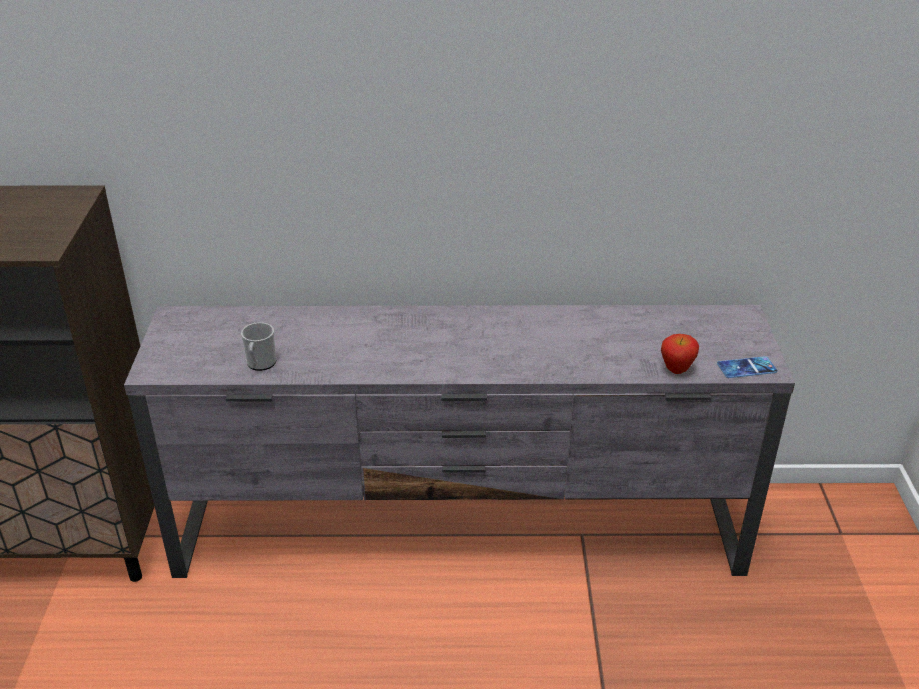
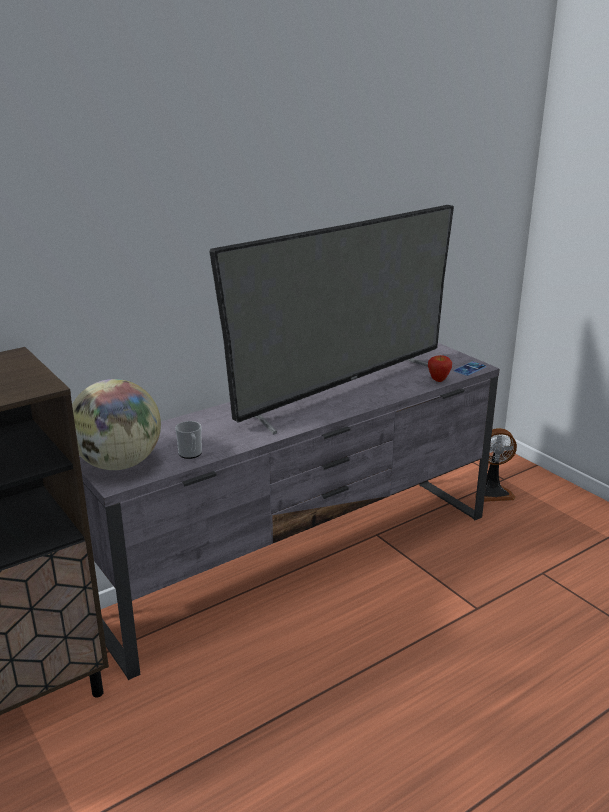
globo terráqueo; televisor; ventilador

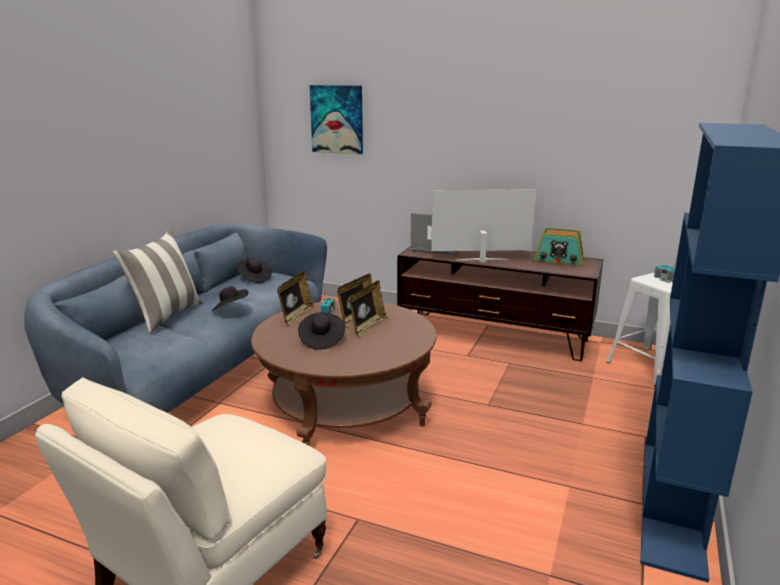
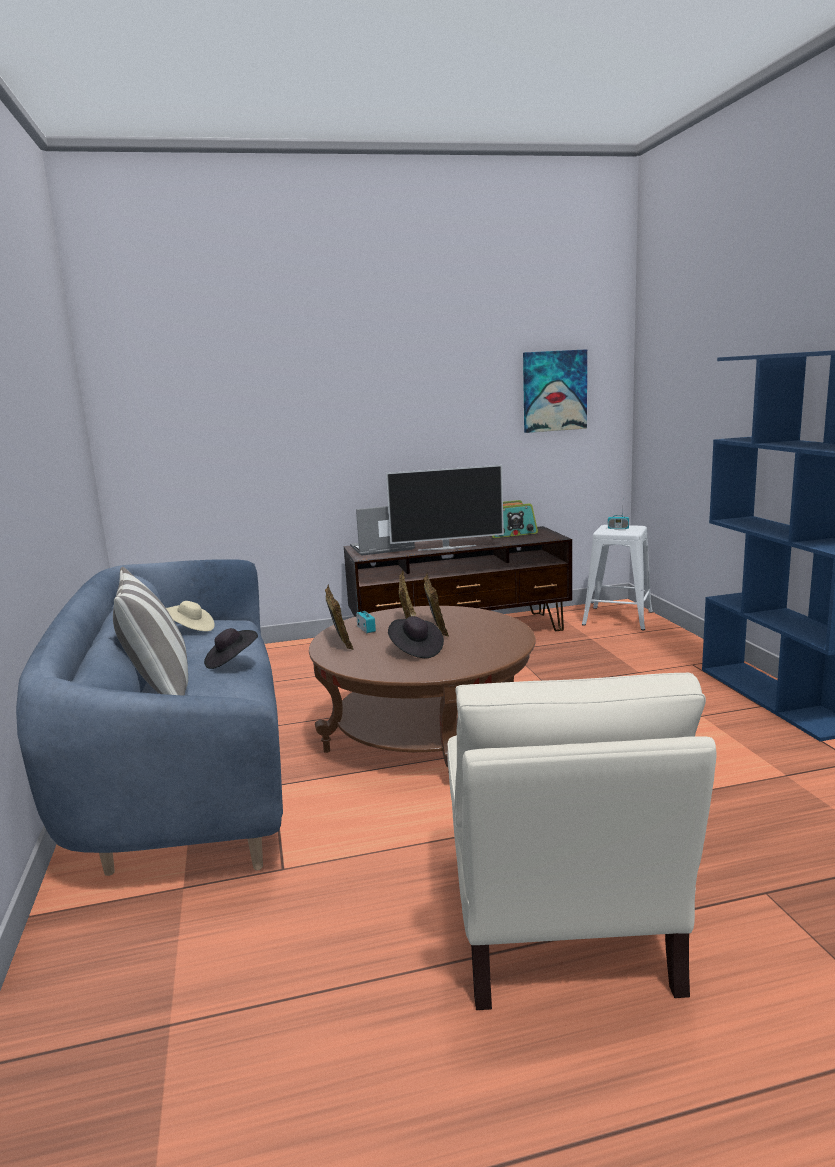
sombrero [beis]; cuadro; televisor

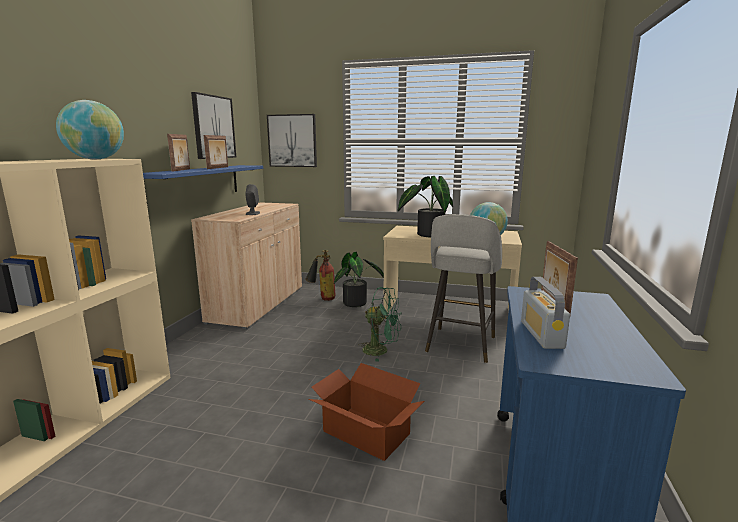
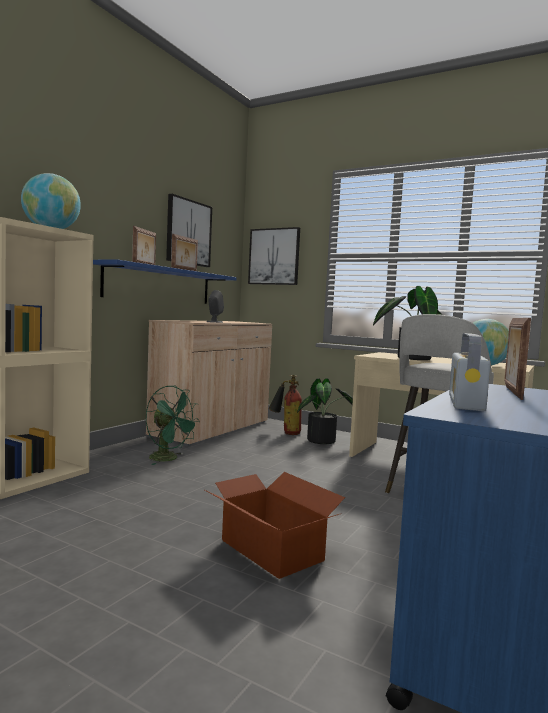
ventilador [verde]

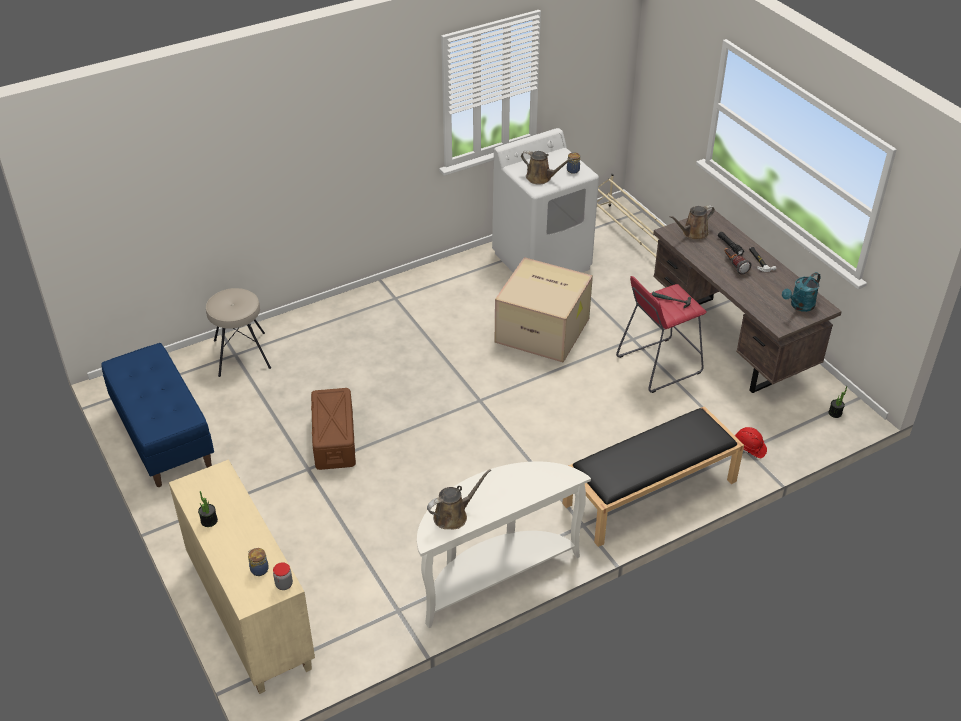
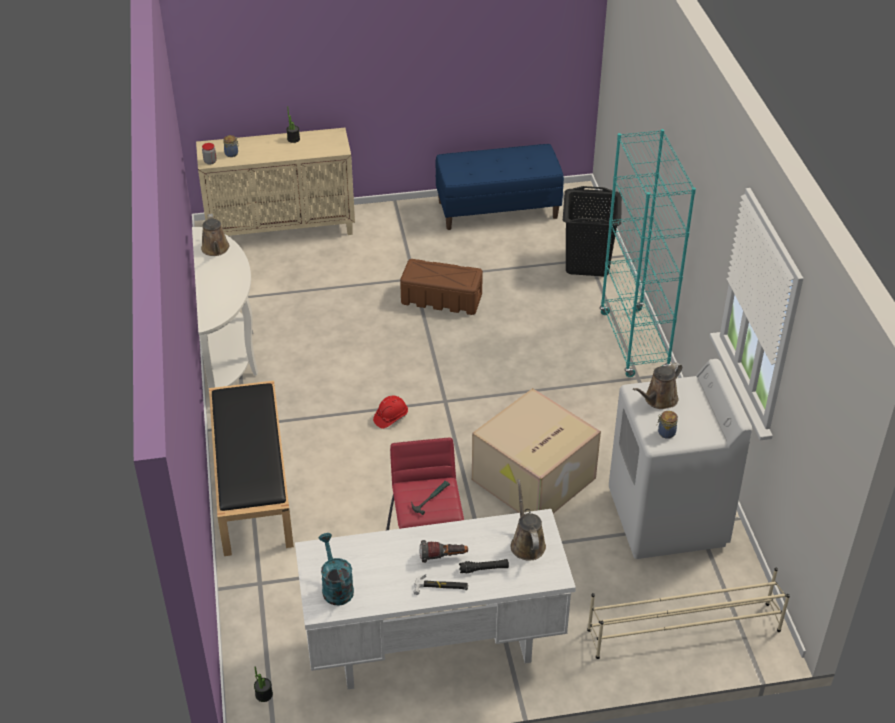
cesto de la ropa [negro]; escritorio [blanco]; casco [rojo]; estantería [turquesa]

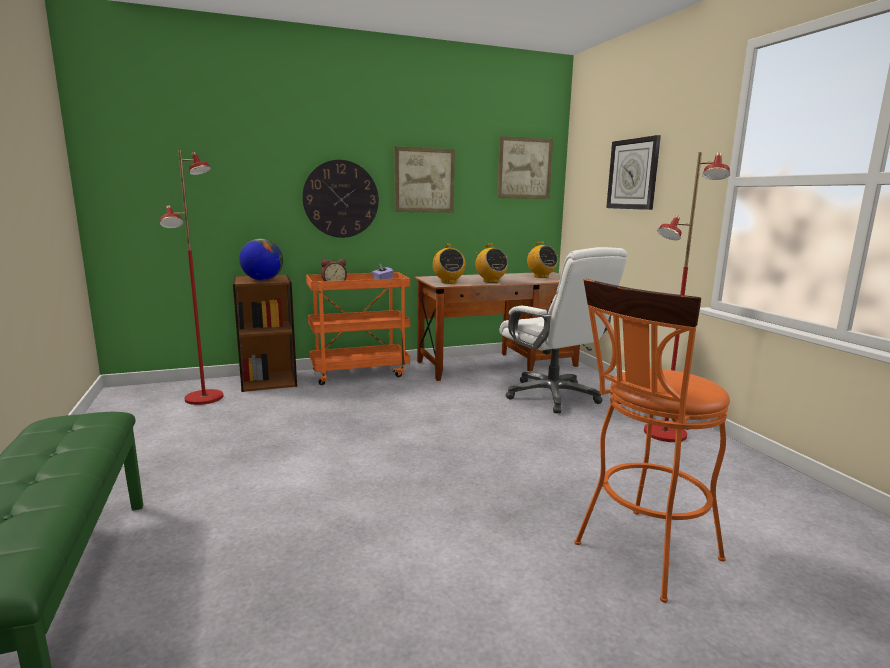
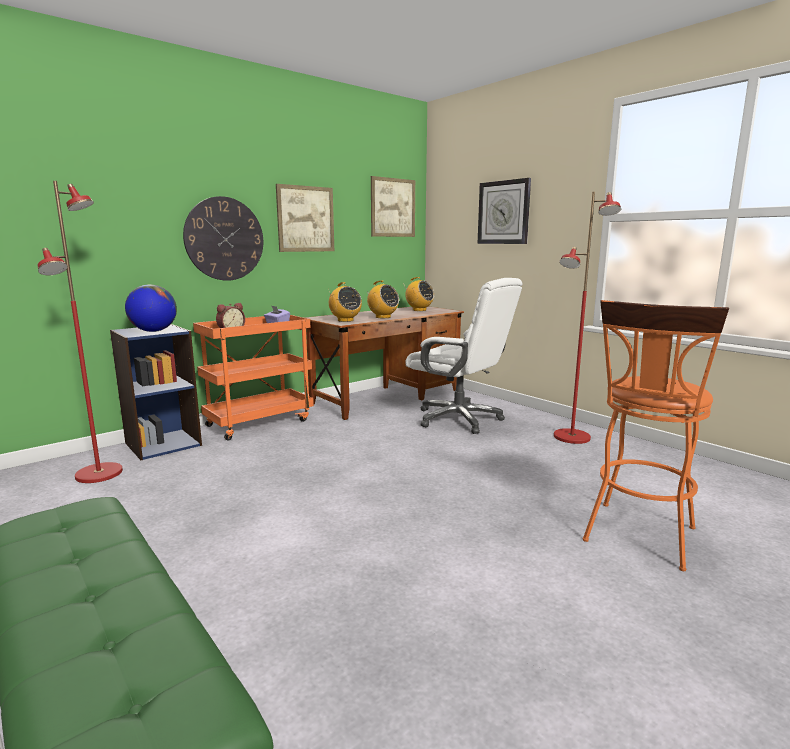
estantería [azul]

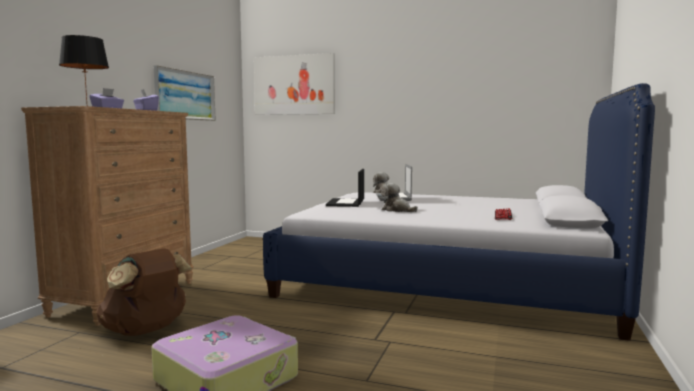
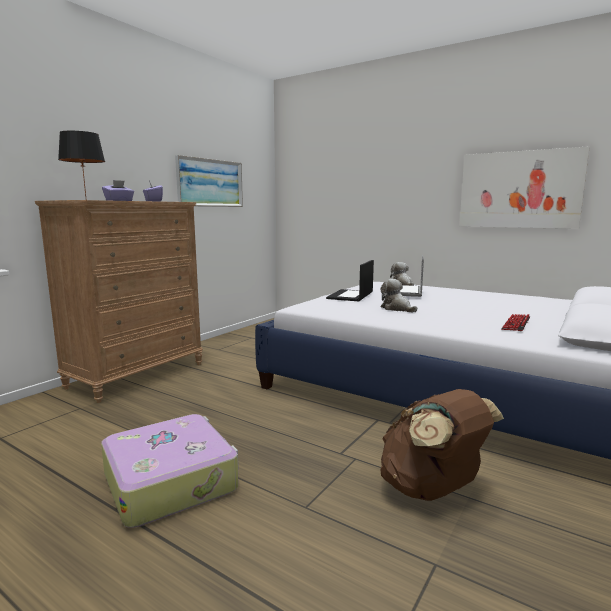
mochila [marrón]; cuadro (2nd from left)

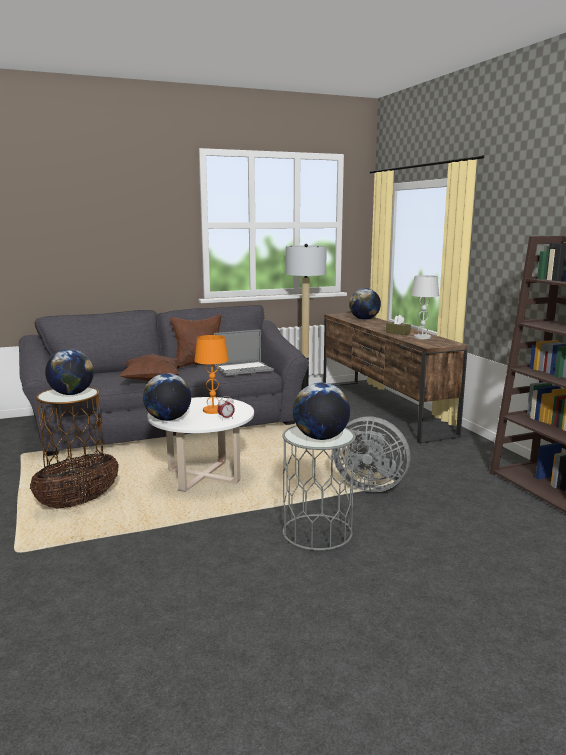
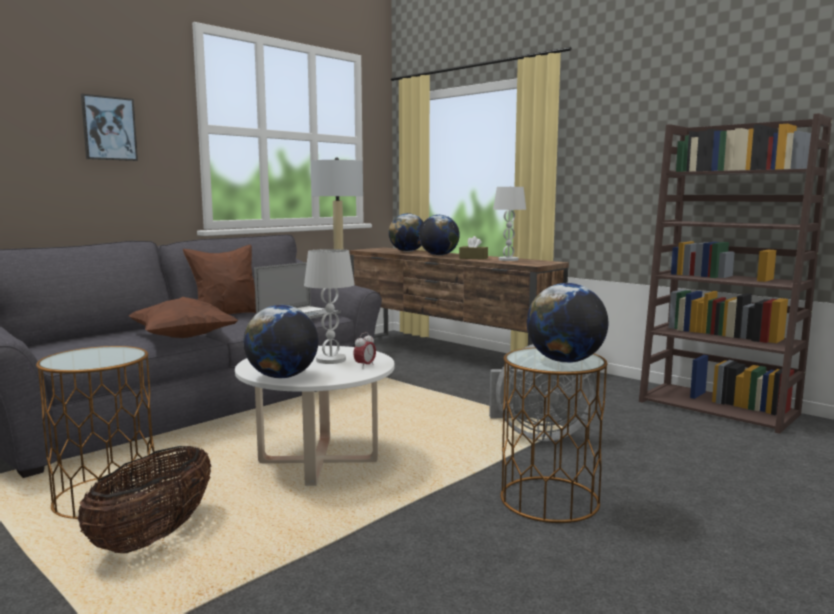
globo terráqueo (3rd from left); lámpara de mesa [blanco] (1st from left); mesa auxiliar [marrón] (2nd from left); cuadro

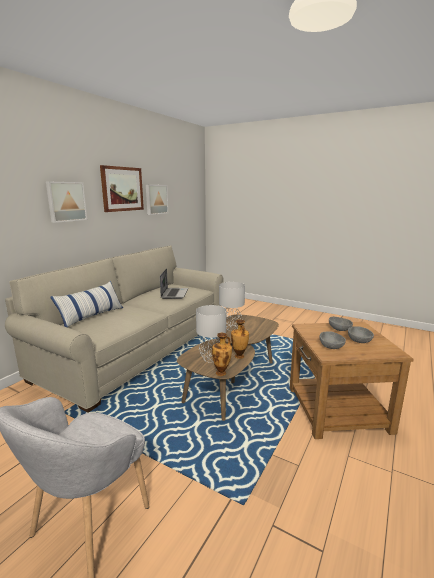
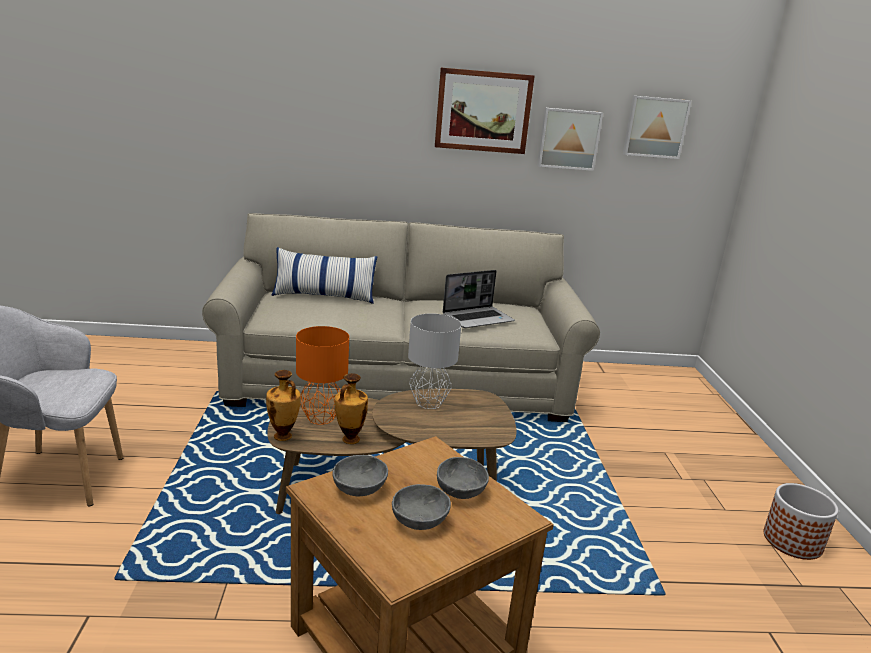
cuadro (3rd from left); lámpara de mesa [naranja]; maceta

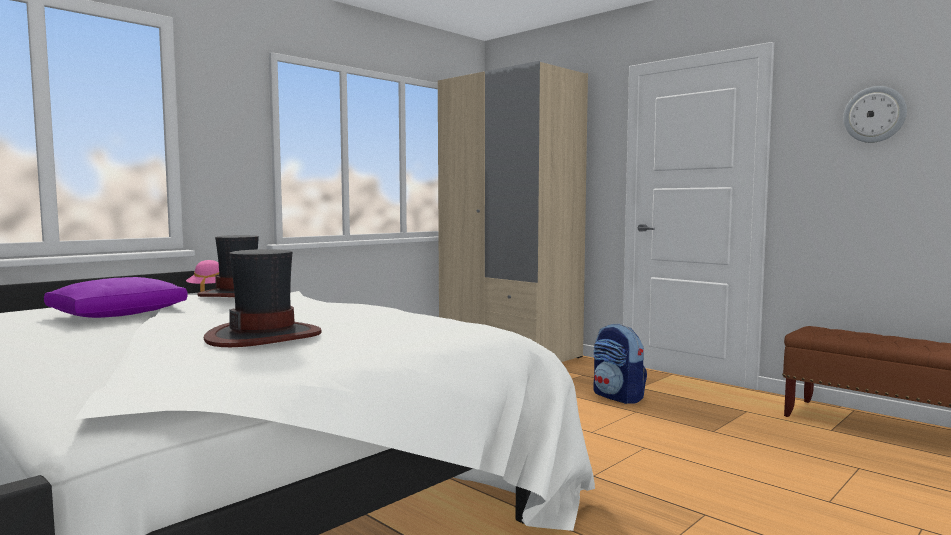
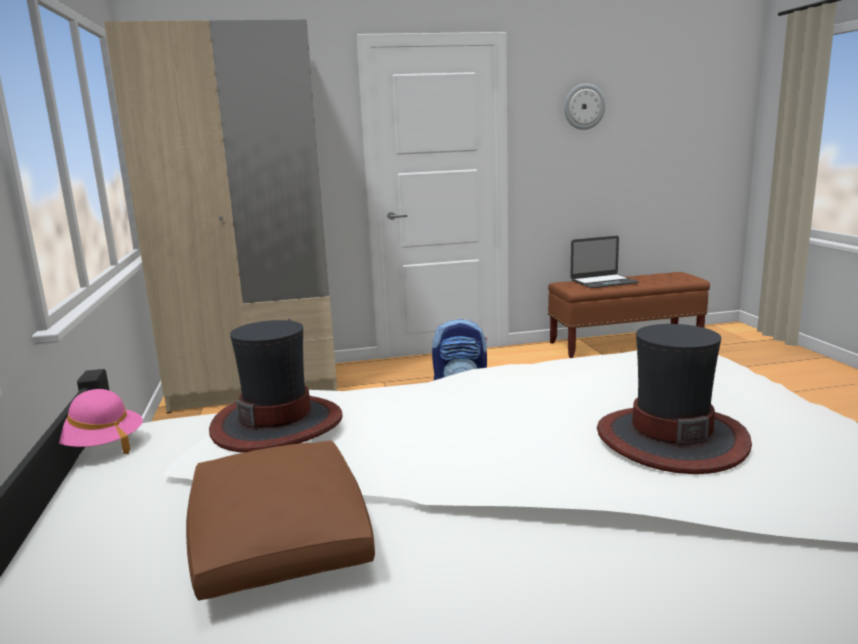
cojín [marrón]; portátil

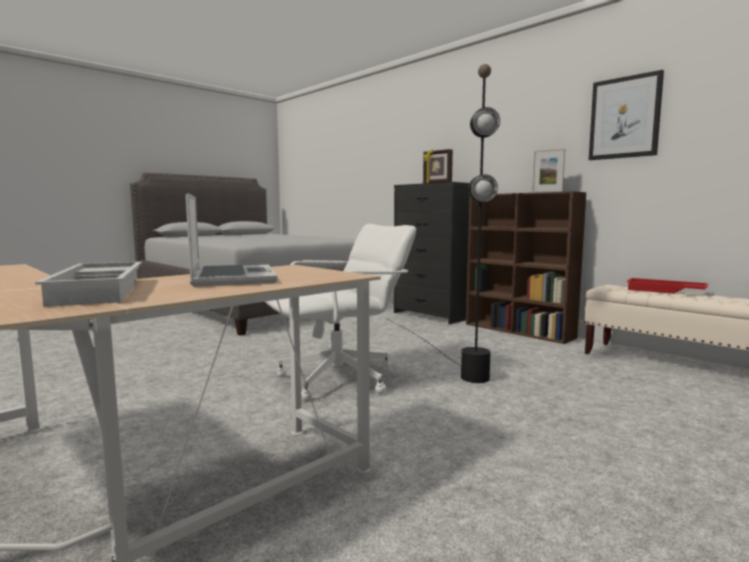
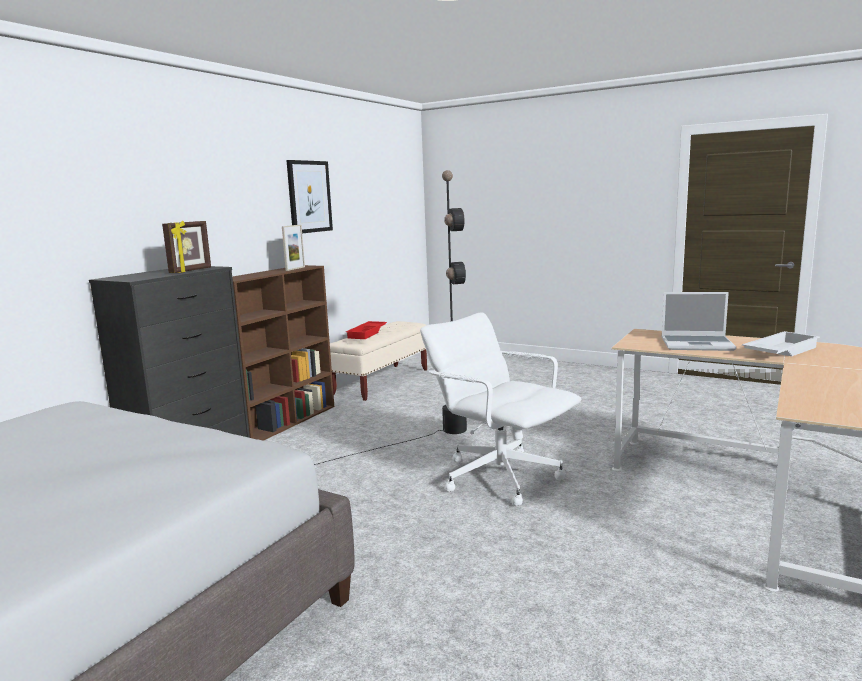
portátil

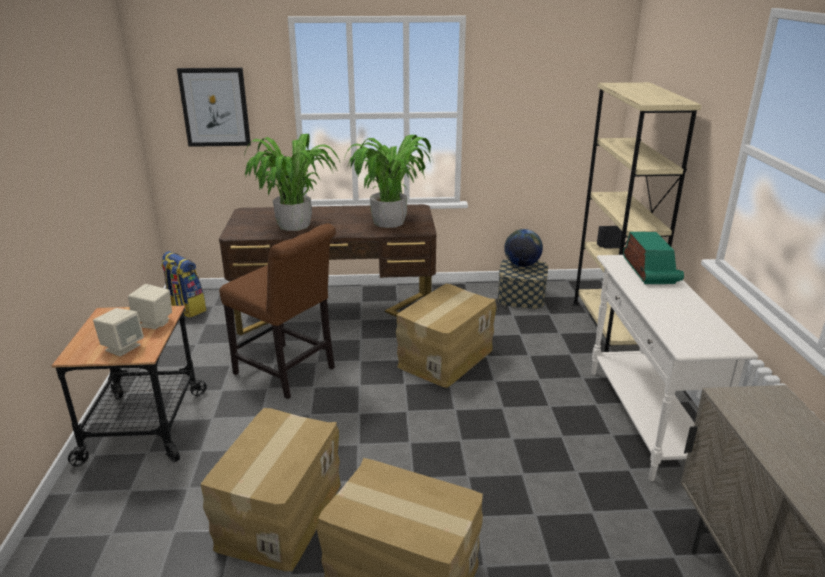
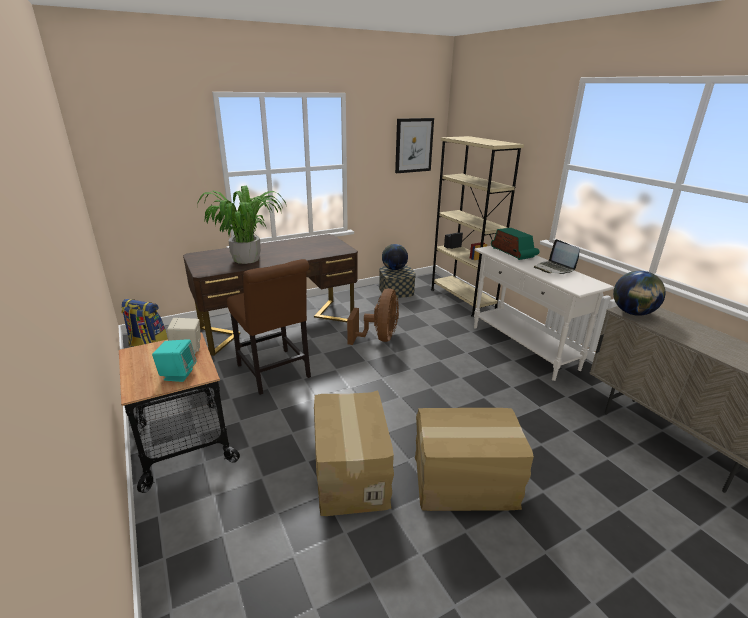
altavoz [turquesa]; cuadro; silla [marrón]; planta en maceta (2nd from left in the first image); ventilador [marrón]; portátil; globo terráqueo (2nd from left)

